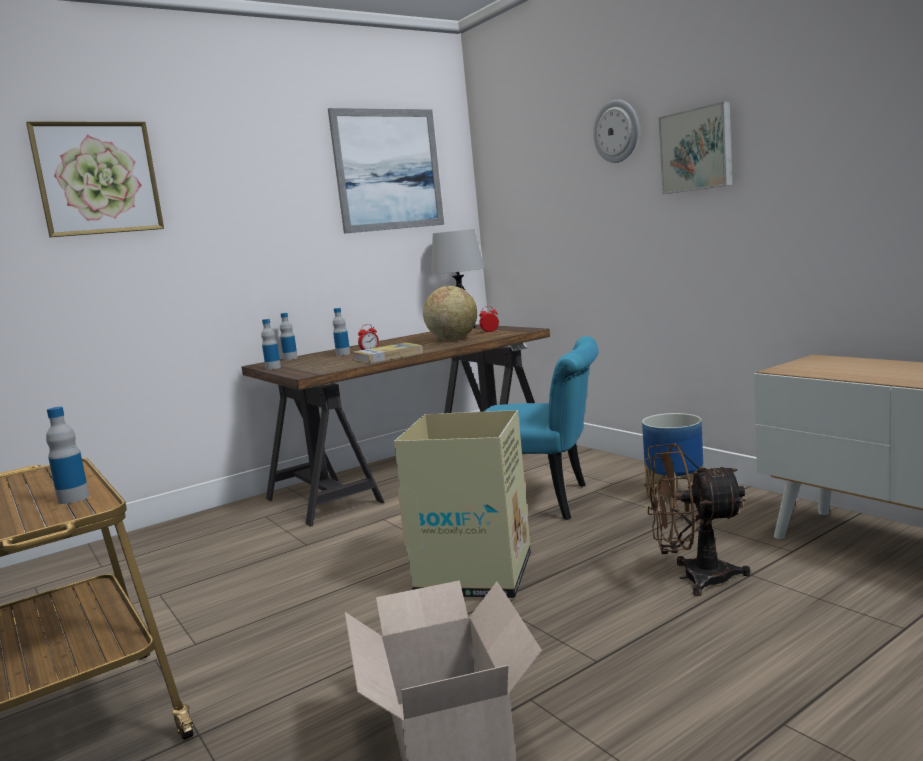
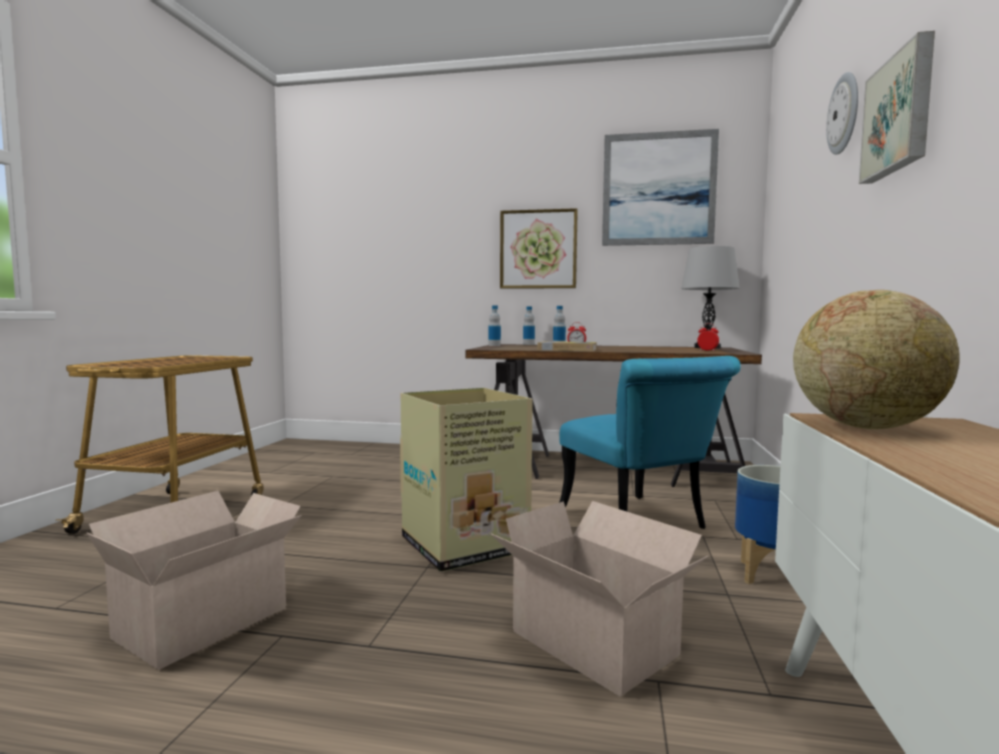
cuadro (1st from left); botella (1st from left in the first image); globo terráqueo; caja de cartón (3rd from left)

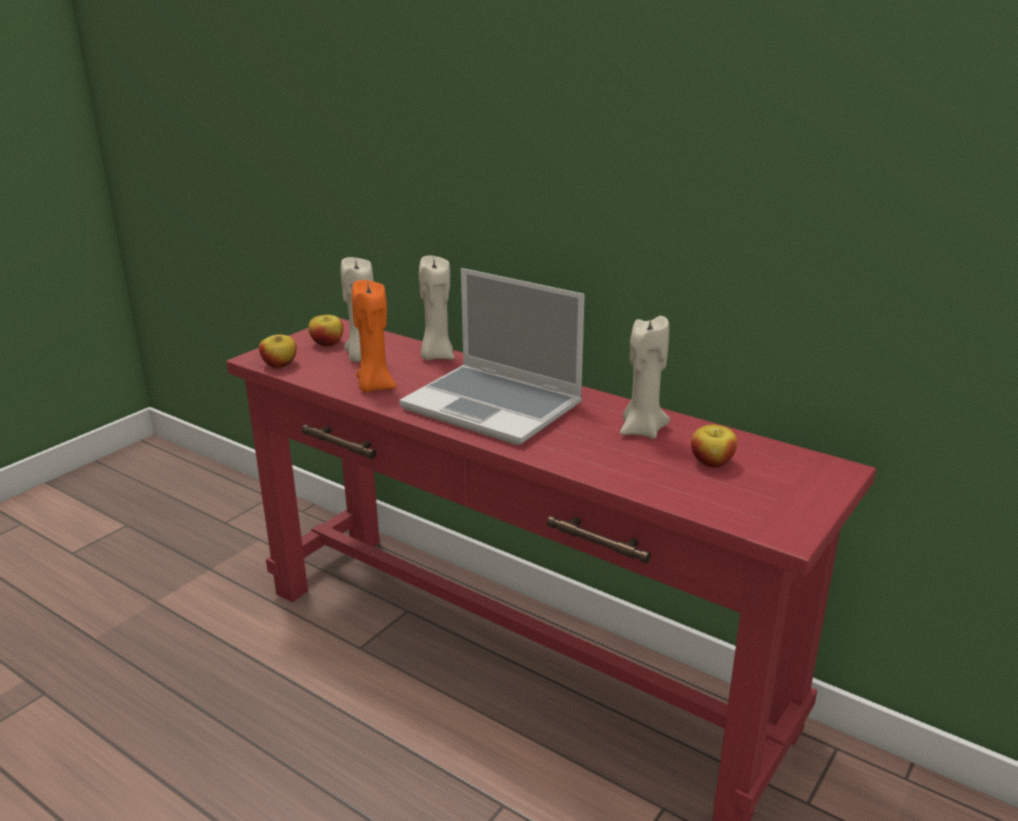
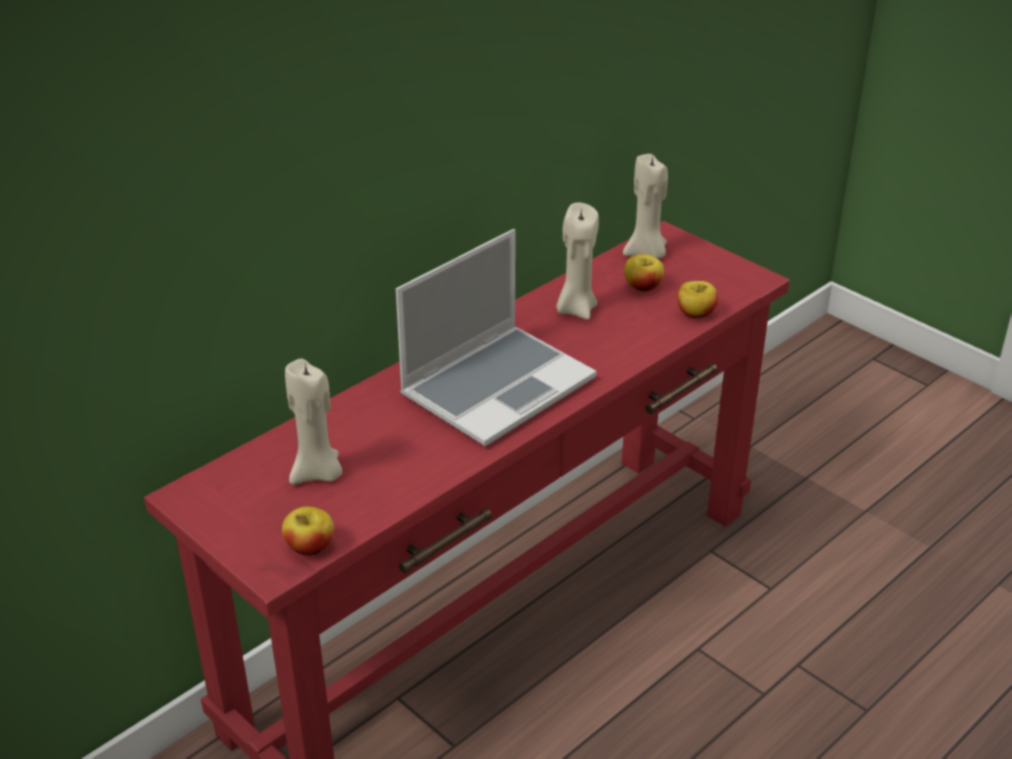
manzana (3rd from left); vela [naranja]; vela [beis] (3rd from left)

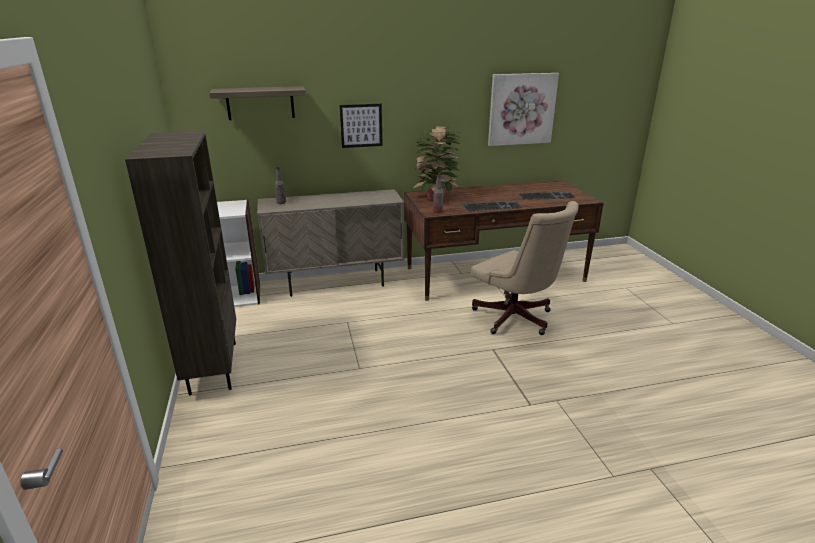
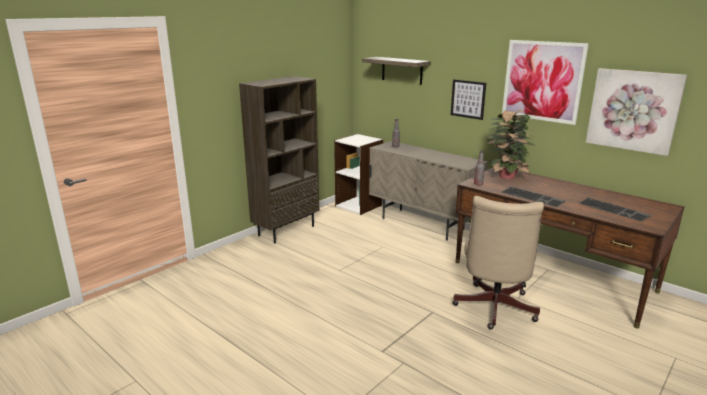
cuadro (2nd from left)

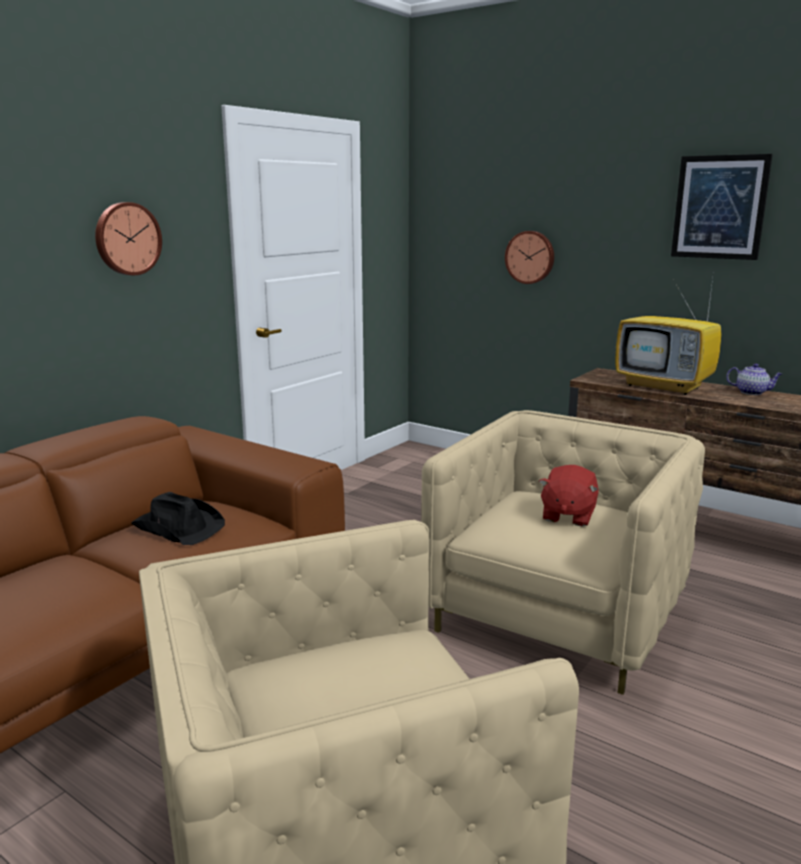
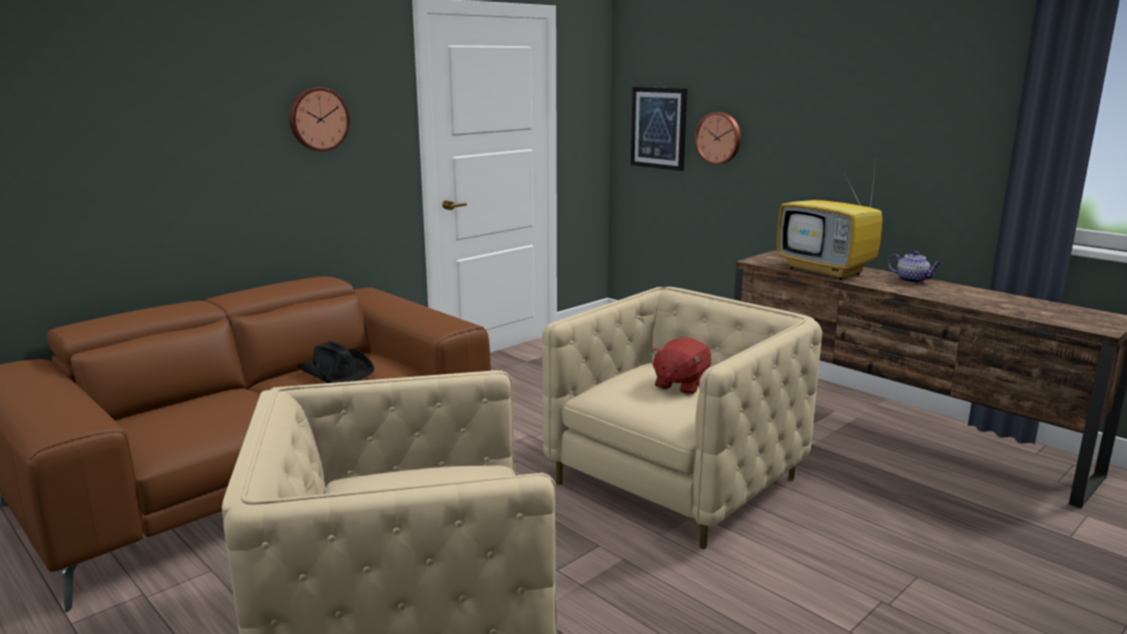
cuadro

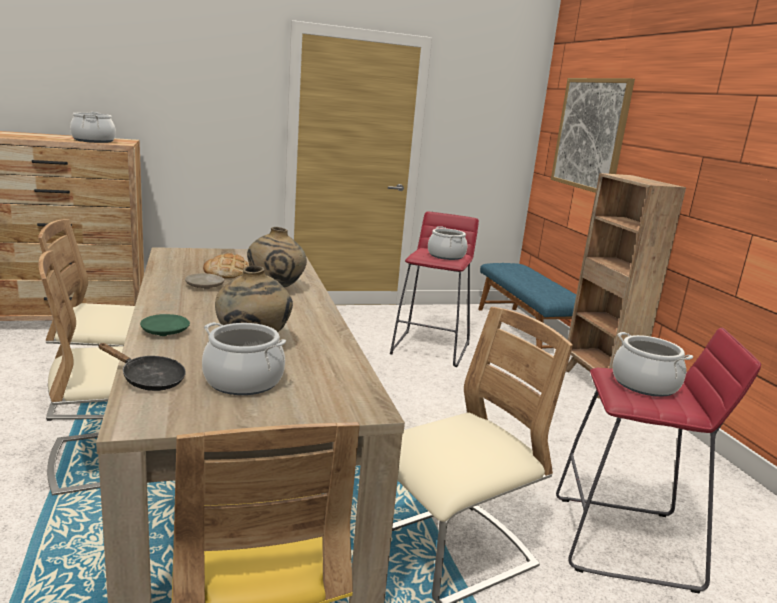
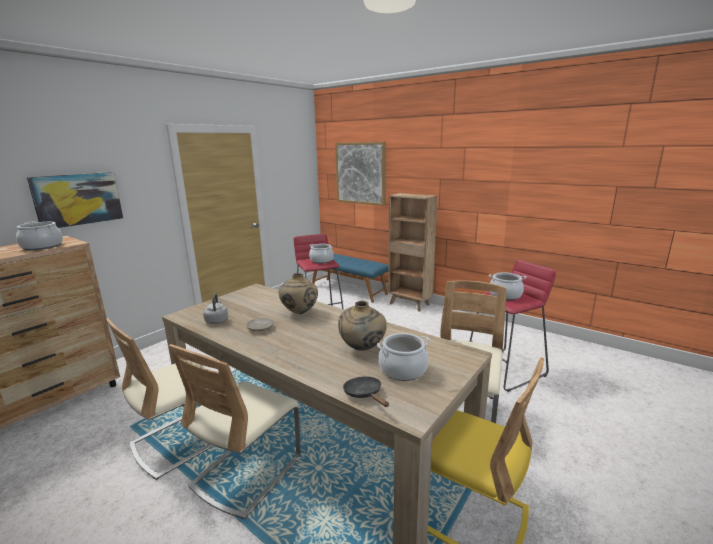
sartén [negro]; plato [verde]; pan; cuadro (1st from left); hervidor [gris]

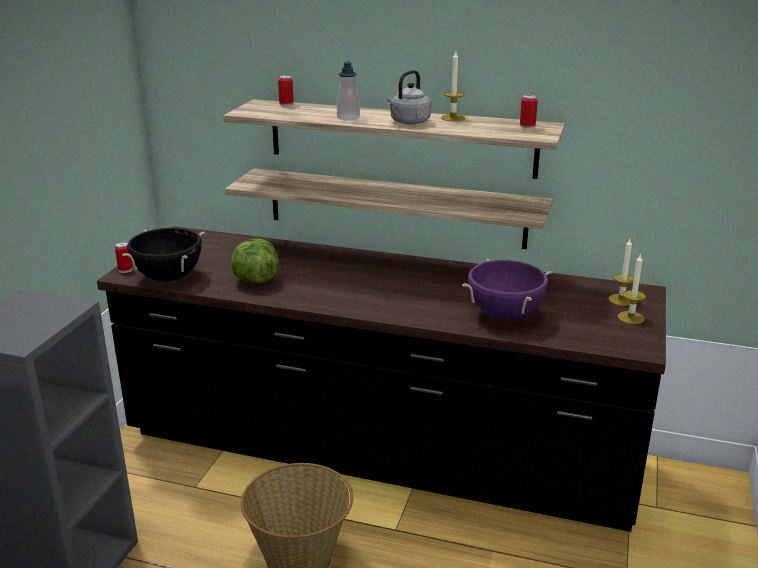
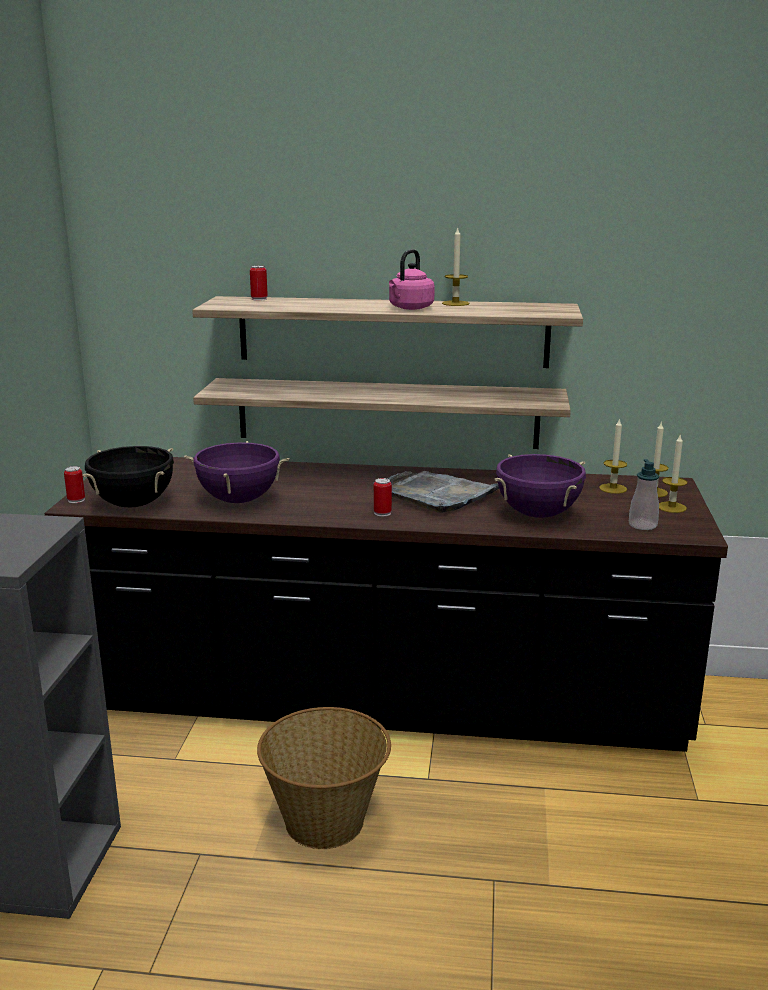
olla [morado] (1st from left); dispensador de jabón; hervidor [rosa]; lata (3rd from left); bandeja [gris]; vela (2nd from left)

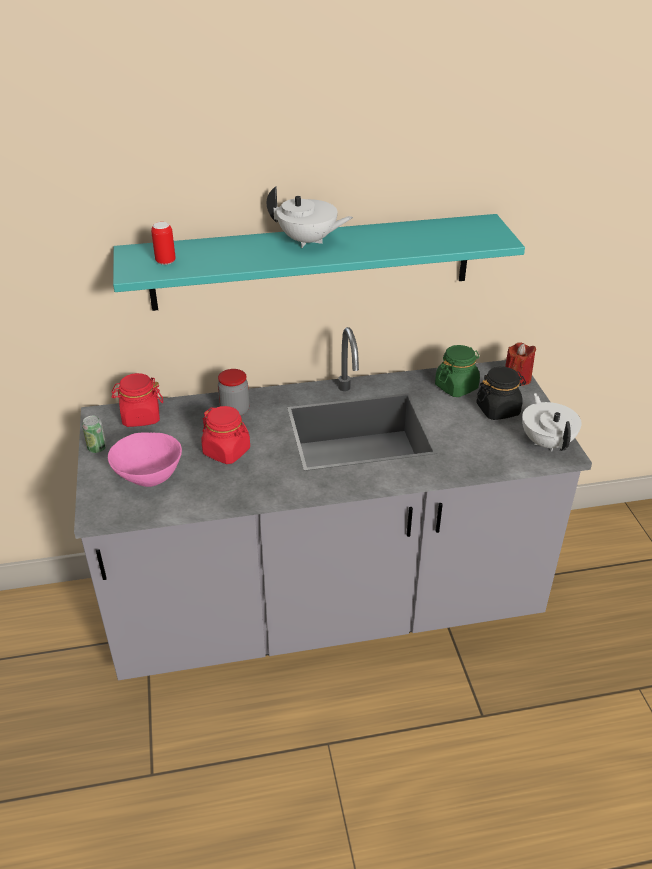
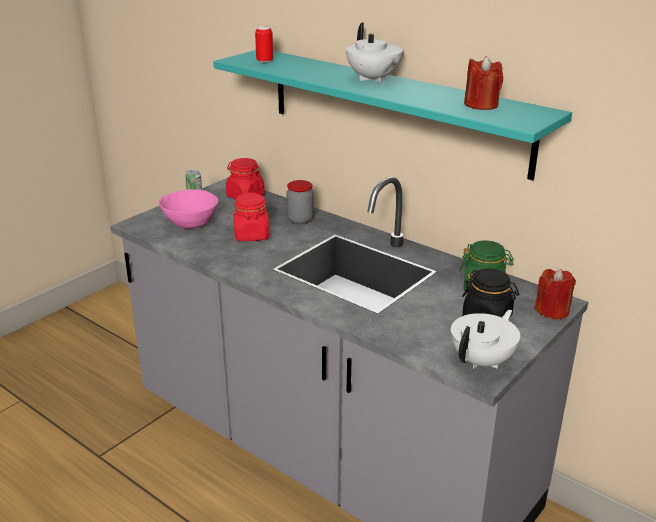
vela [rojo] (1st from left)

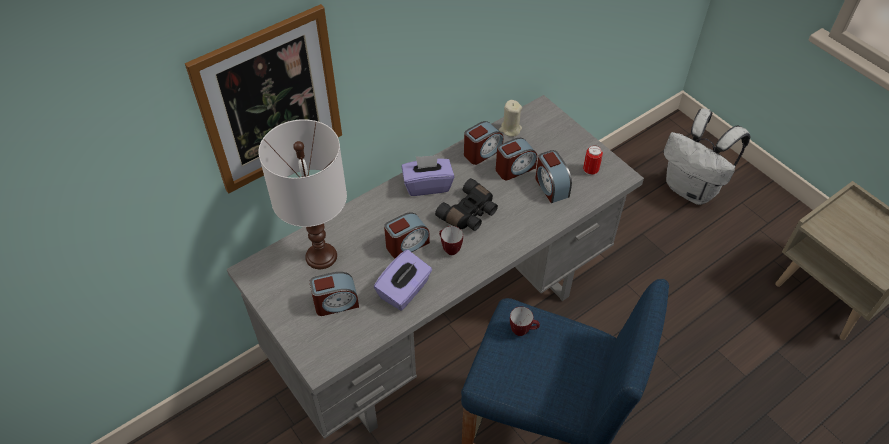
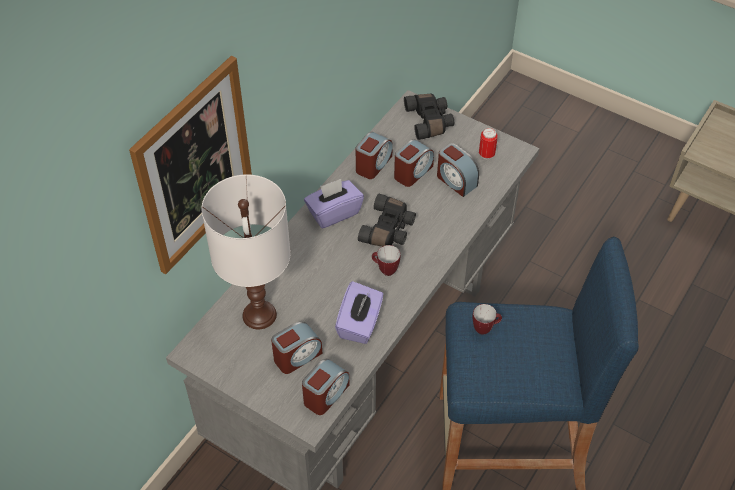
despertador (2nd from left); vela [beis]; mochila [blanco]; prismáticos [negro] (2nd from left)

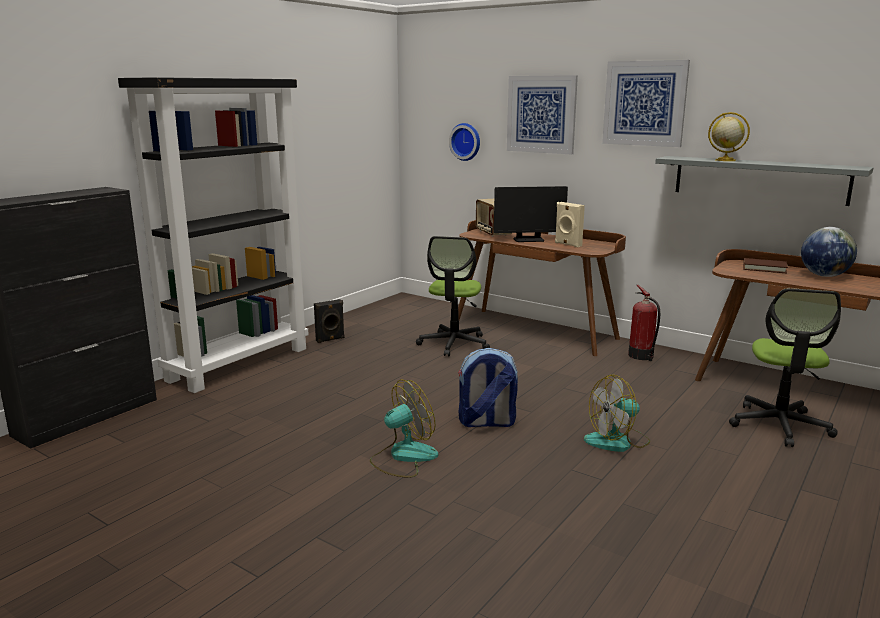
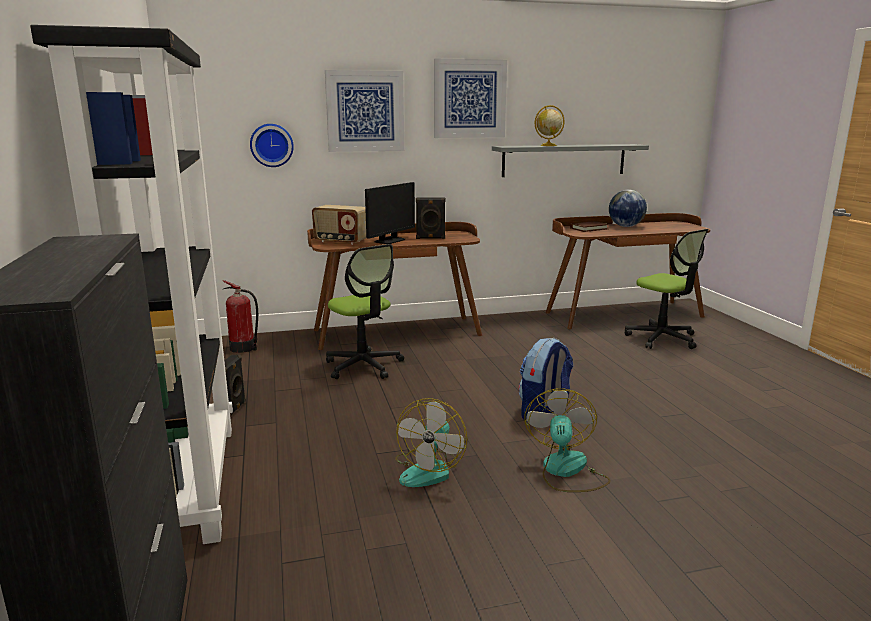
altavoz [negro] (2nd from left); ventilador (1st from left); extintor

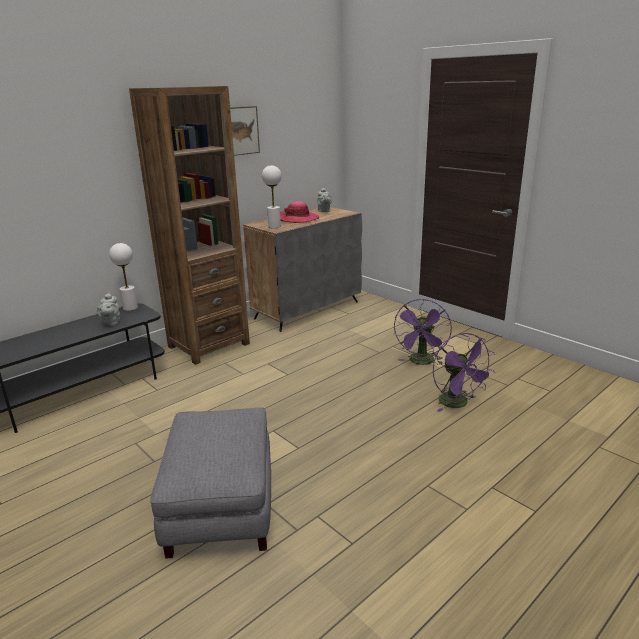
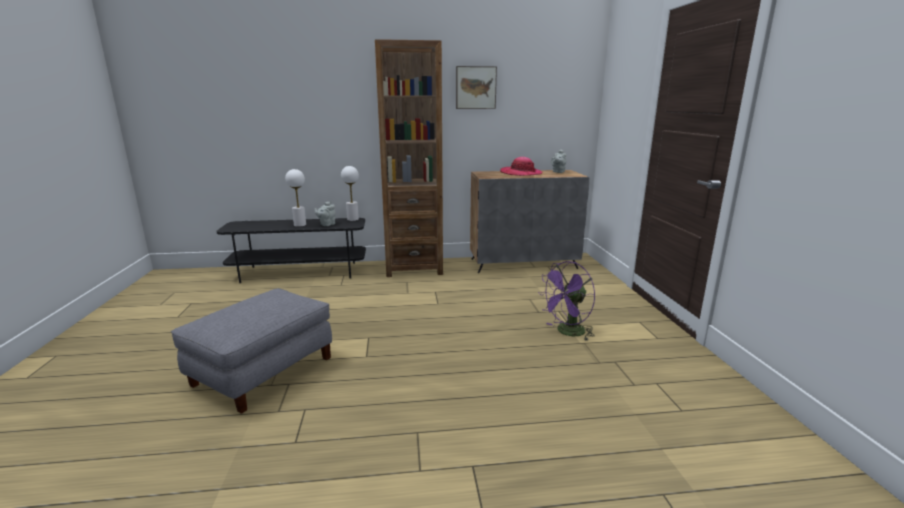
lámpara de mesa [blanco] (1st from left); ventilador [morado] (2nd from left in the first image)

